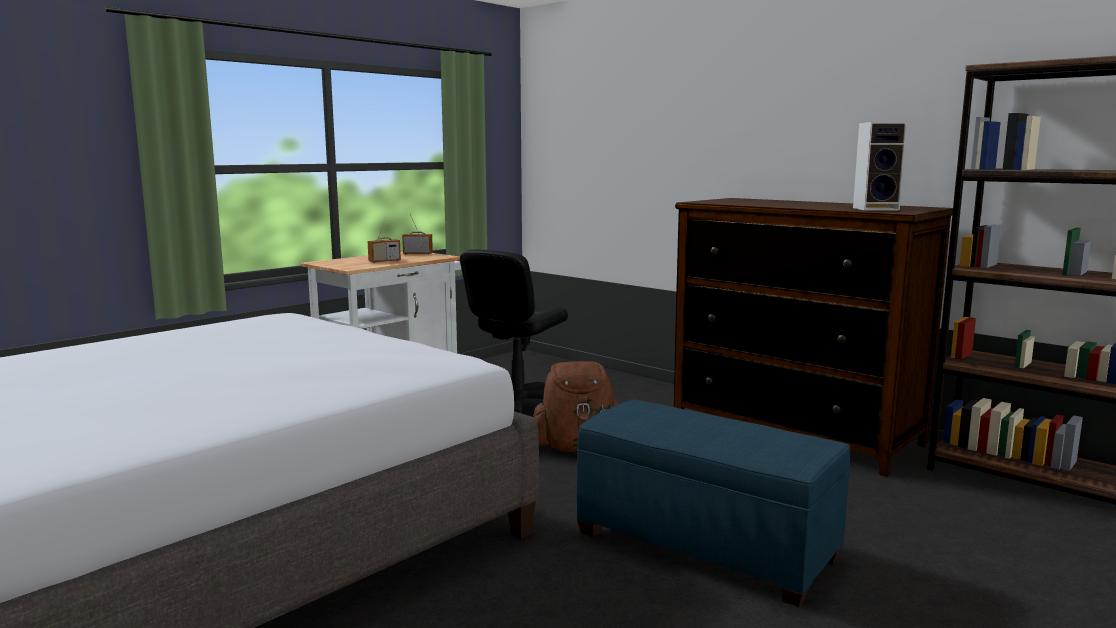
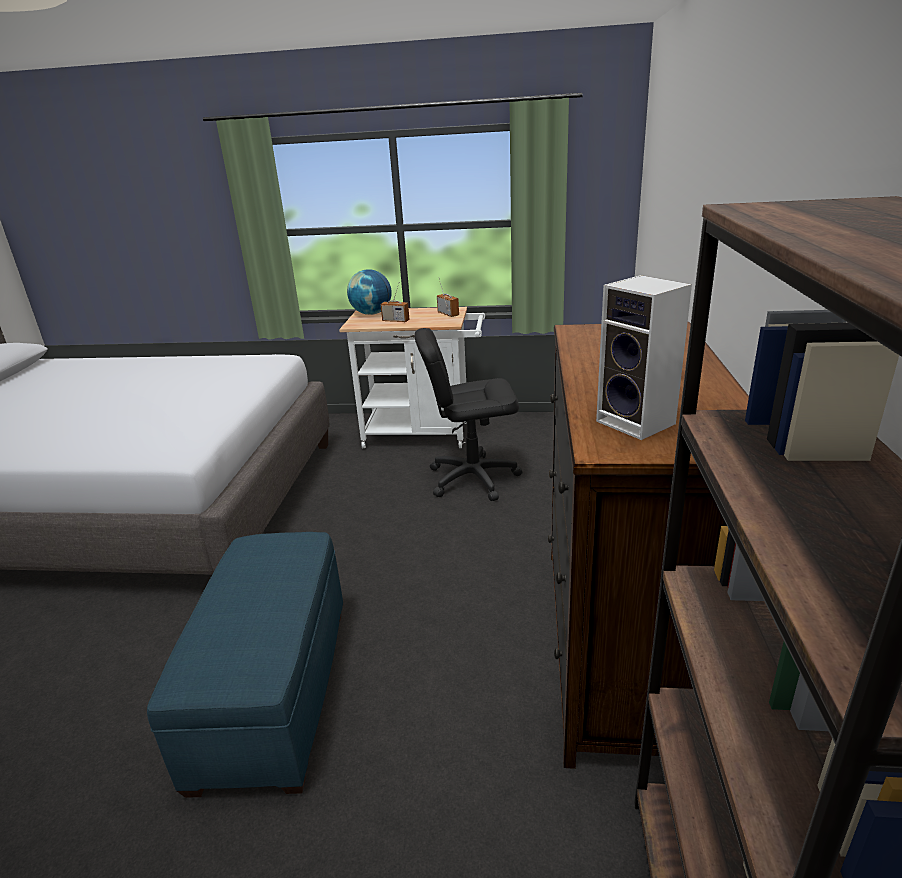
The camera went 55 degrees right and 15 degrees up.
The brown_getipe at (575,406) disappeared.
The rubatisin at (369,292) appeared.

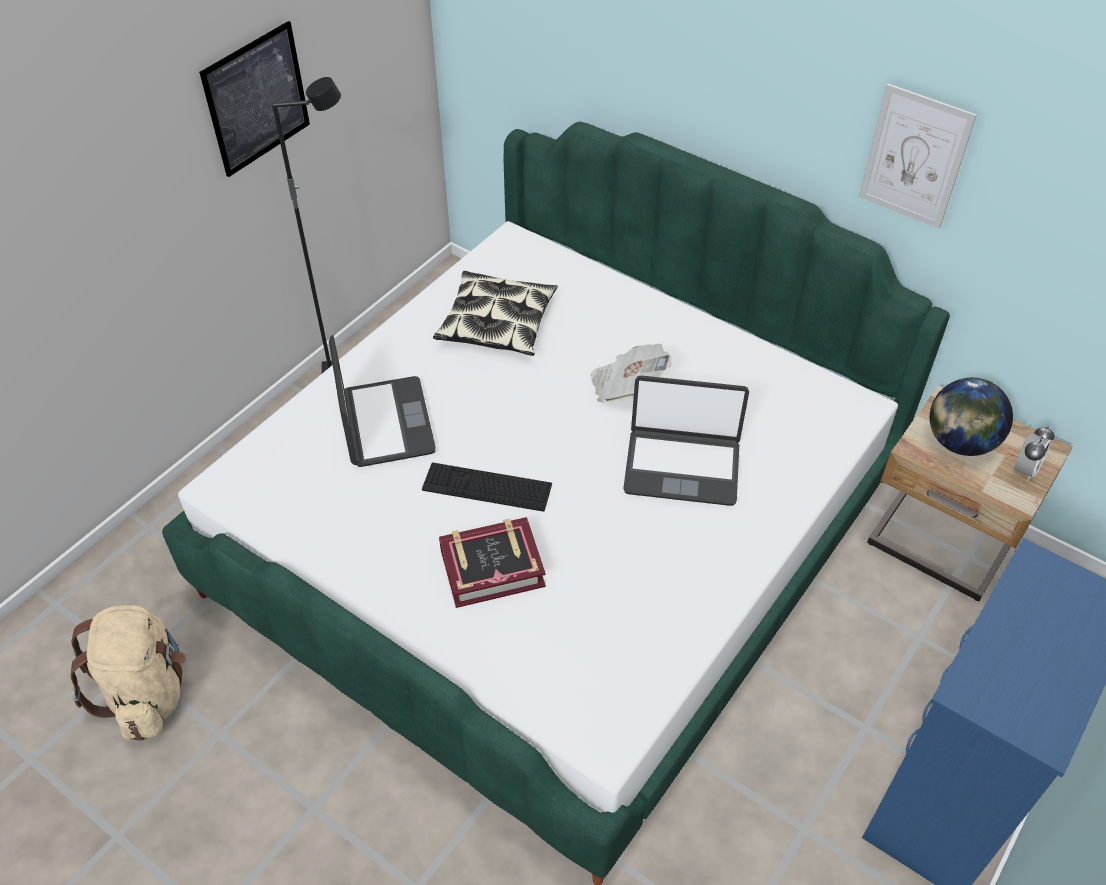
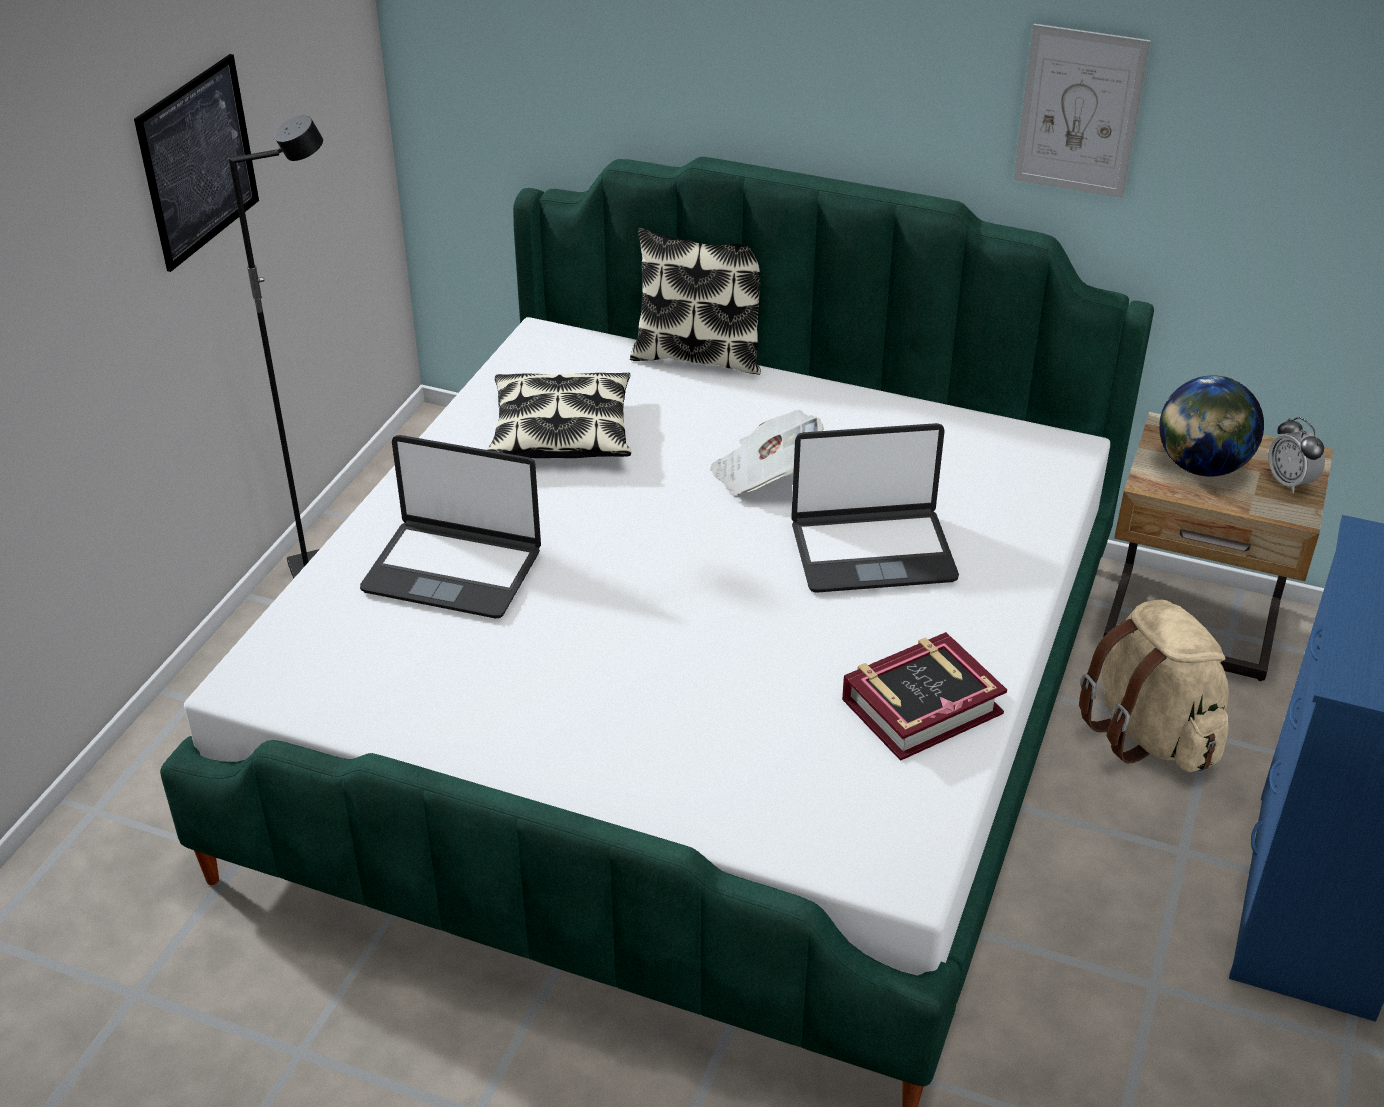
The camera went 15 degrees left and 10 degrees down.
The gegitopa at (382,401) turned 135 degrees clockwise.
The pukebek at (1034,453) turned 135 degrees clockwise.
The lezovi at (487,487) disappeared.
The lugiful moved from (492,562) to (924,696).
The beige_getipe moved from (128,673) to (1154,686).
The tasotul at (695,301) appeared.

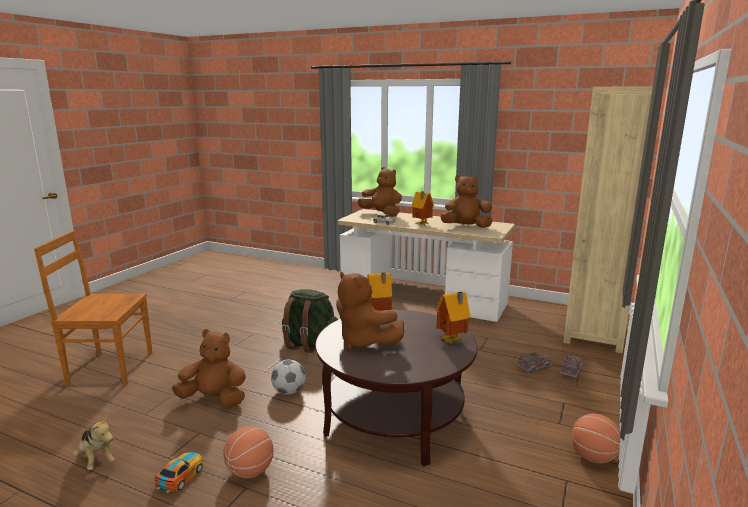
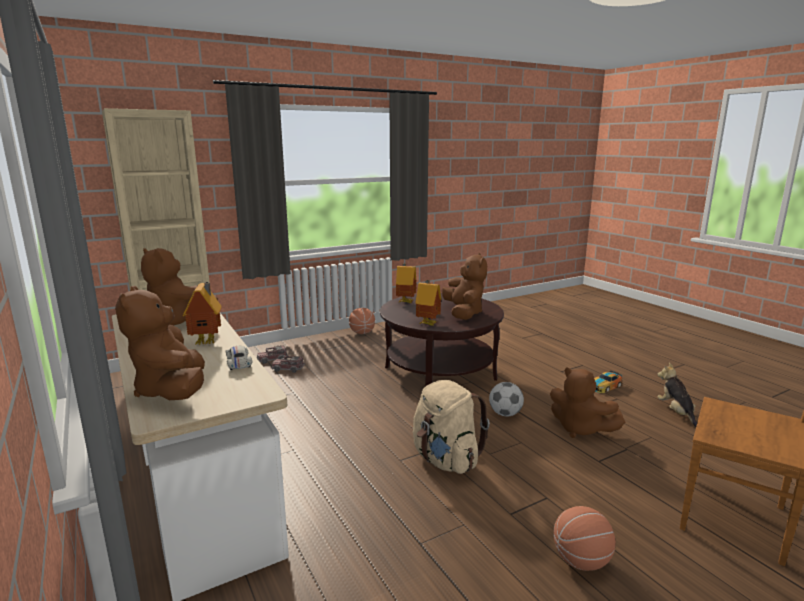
The camera went 145 degrees left and 0 degrees up.
The green_getipe at (310,321) became the beige_getipe at (451,427).
The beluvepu moved from (248,452) to (584,538).

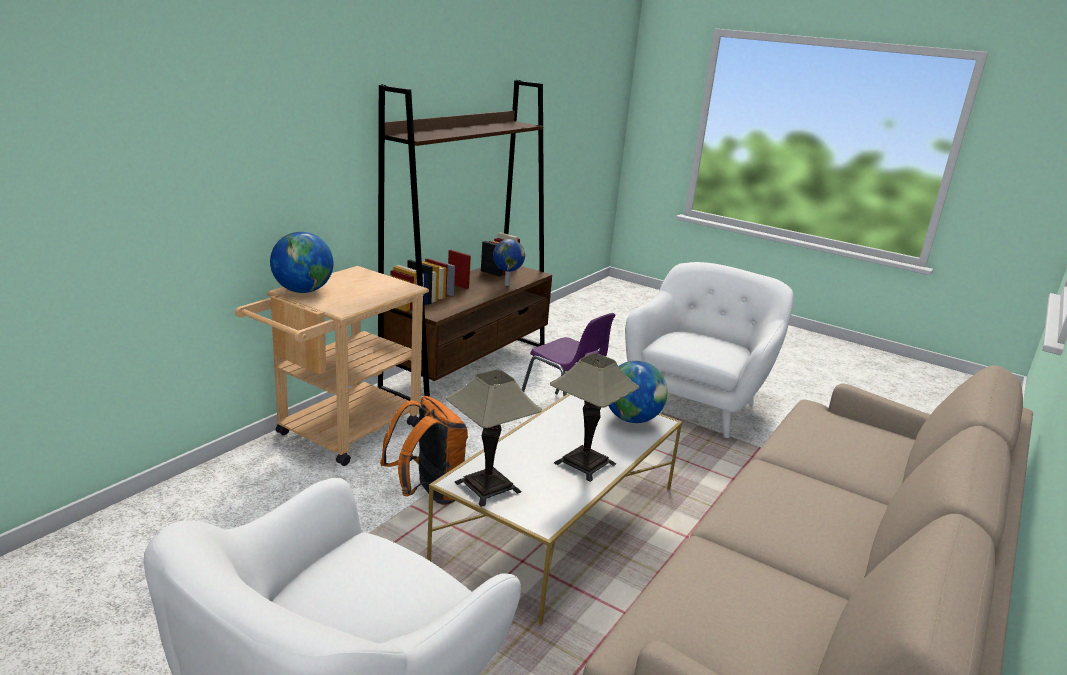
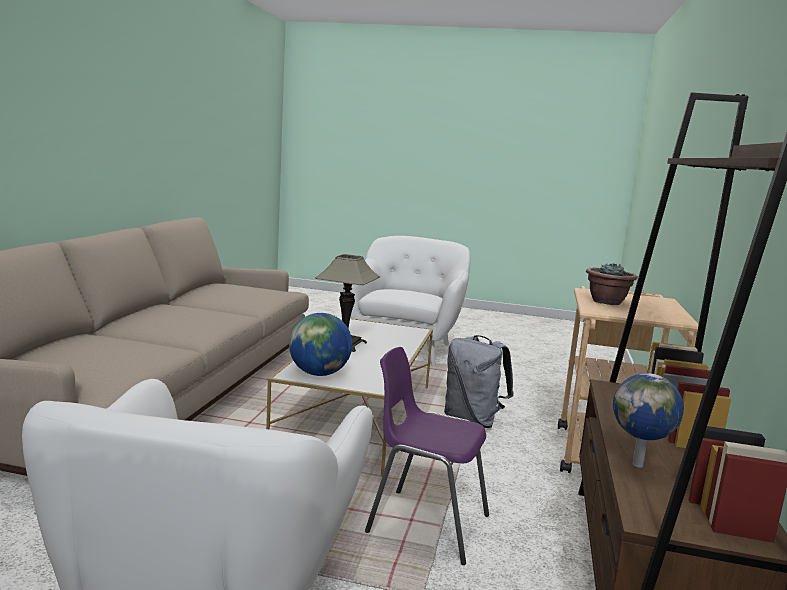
The camera went 160 degrees right and 10 degrees down.
The rubatisin at (301,262) disappeared.
The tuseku at (494,438) disappeared.
The orange_getipe at (424,450) became the grey_getipe at (479,381).
The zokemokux at (612,283) appeared.

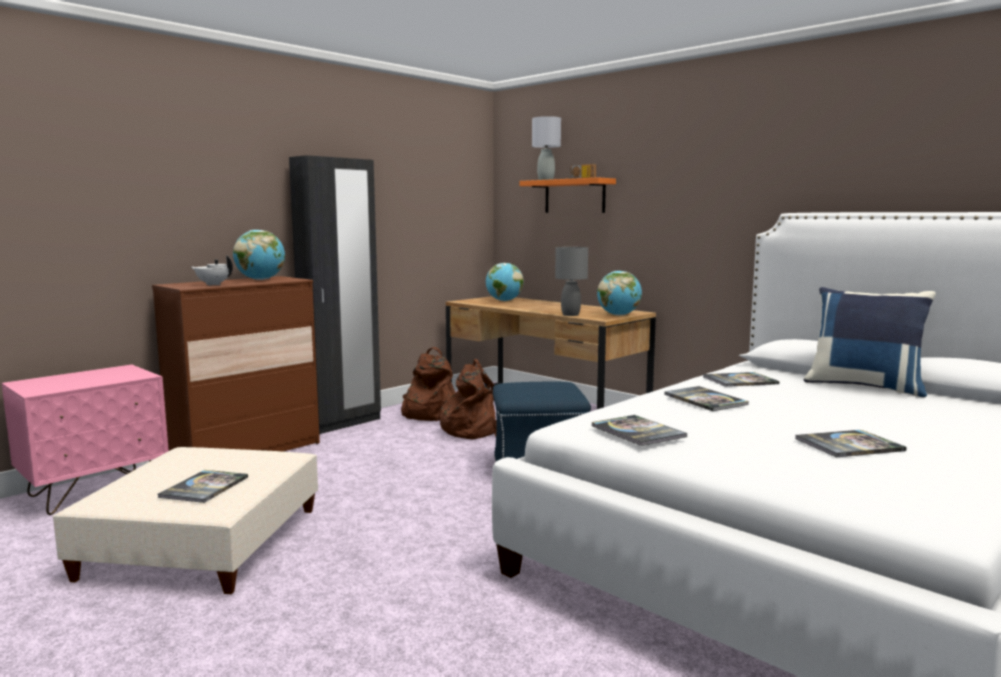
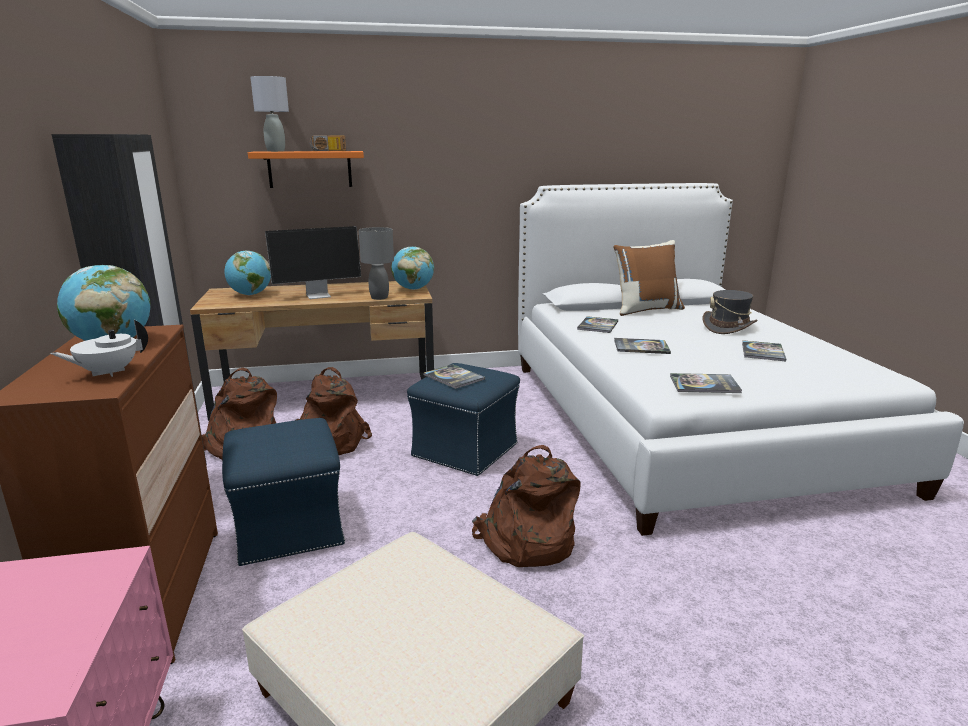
The camera went 55 degrees left and 10 degrees up.
The blue_tasotul at (870,342) became the brown_tasotul at (649,278).
The lugiful moved from (202,486) to (454,376).
The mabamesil at (313,262) appeared.
The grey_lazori at (730,312) appeared.
The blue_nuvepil at (283,492) appeared.
The brown_getipe at (526,506) appeared.

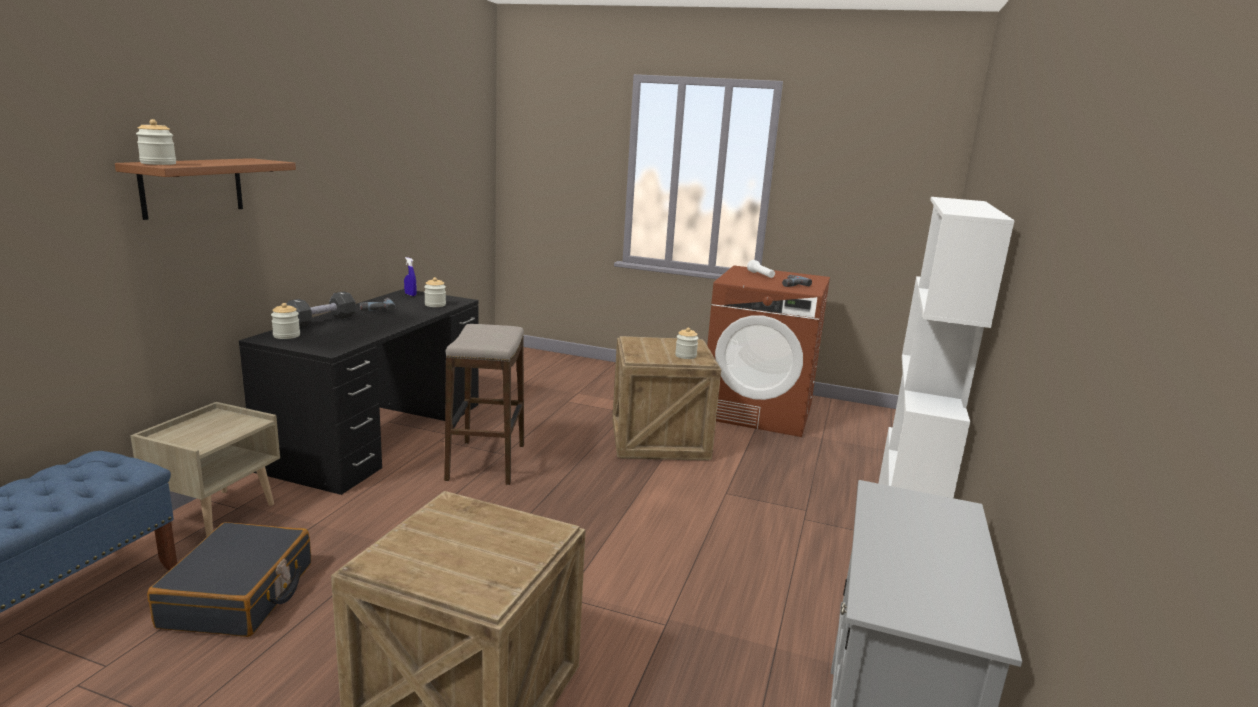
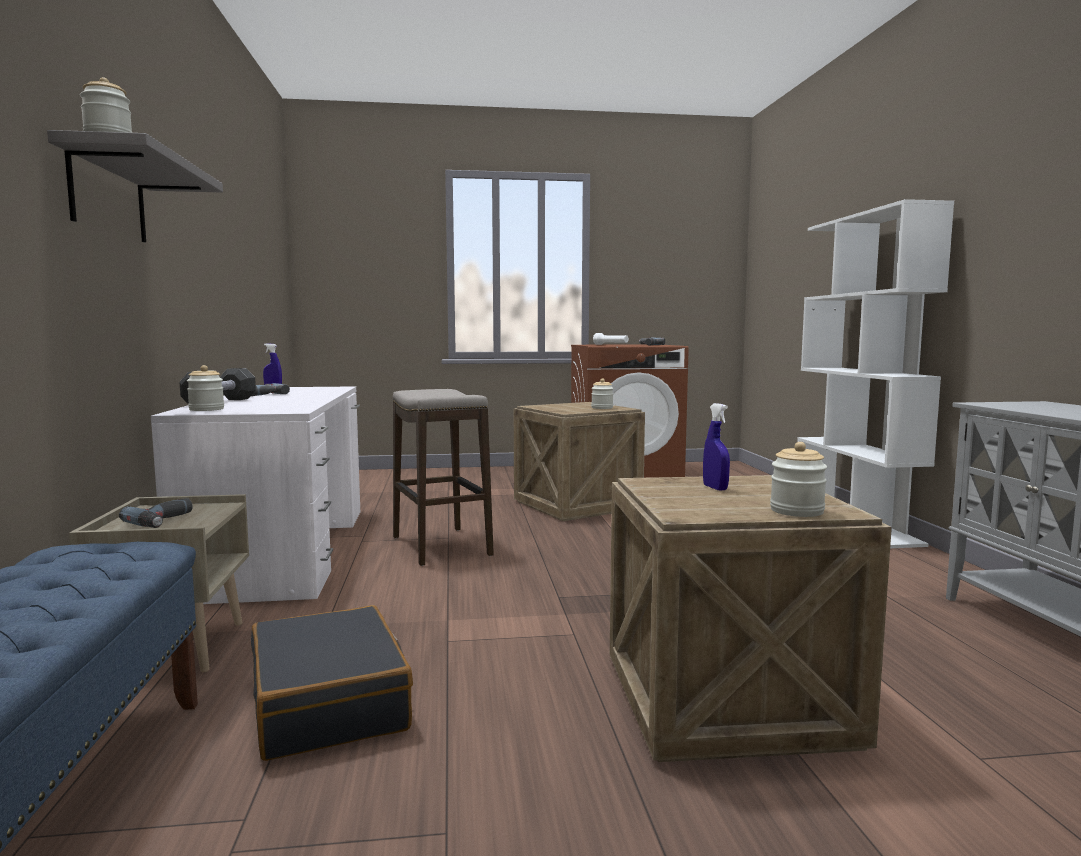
The camera went 25 degrees left and 10 degrees down.
The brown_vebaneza at (205,189) became the grey_vebaneza at (135,186).
The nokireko moved from (435,292) to (798,479).
The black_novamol at (359,392) became the white_novamol at (255,495).
The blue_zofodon at (716,446) appeared.
The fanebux at (156,513) appeared.

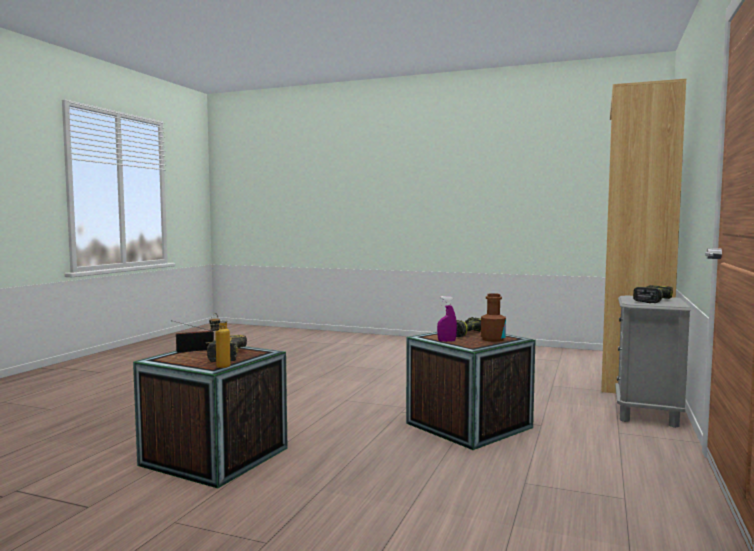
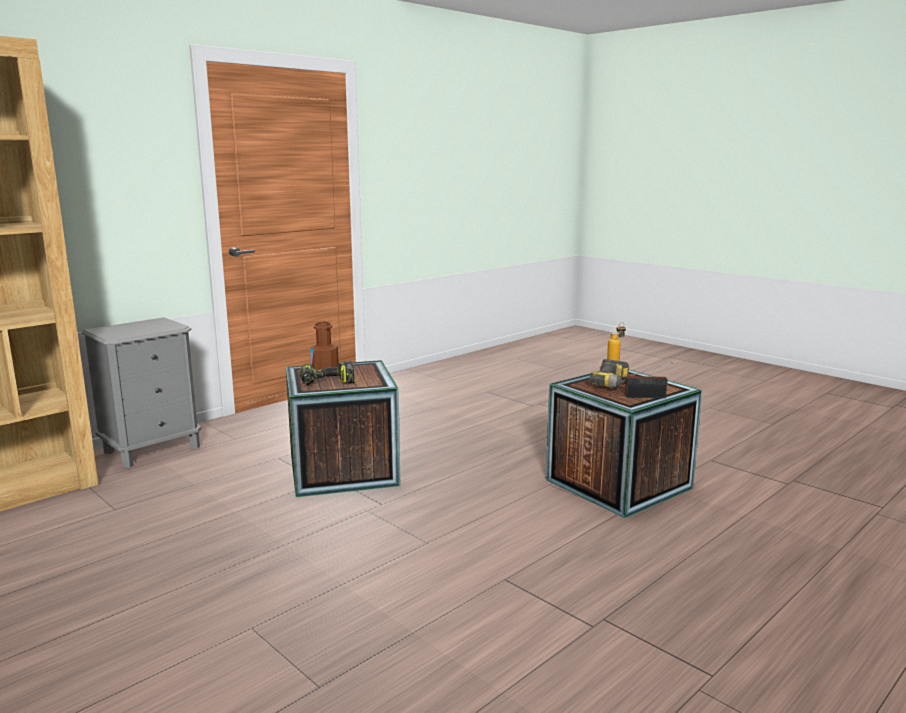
The camera went 155 degrees left and 10 degrees up.
The fanebux at (653,294) disappeared.
The purple_zofodon at (447,319) disappeared.

